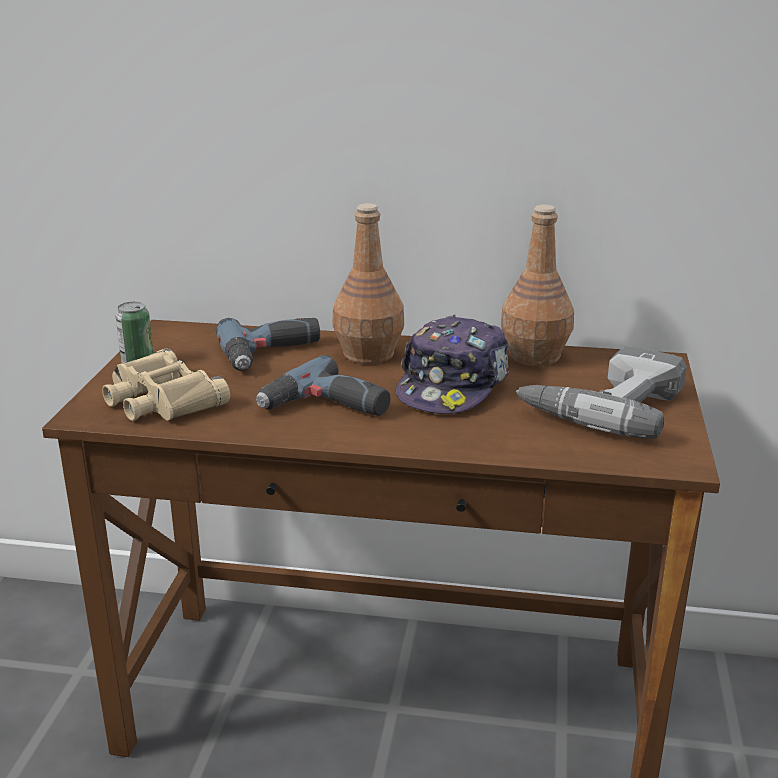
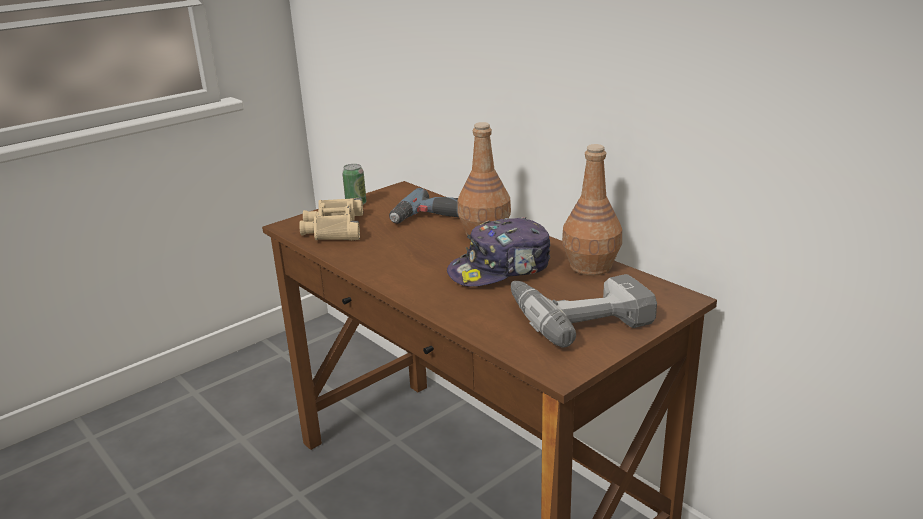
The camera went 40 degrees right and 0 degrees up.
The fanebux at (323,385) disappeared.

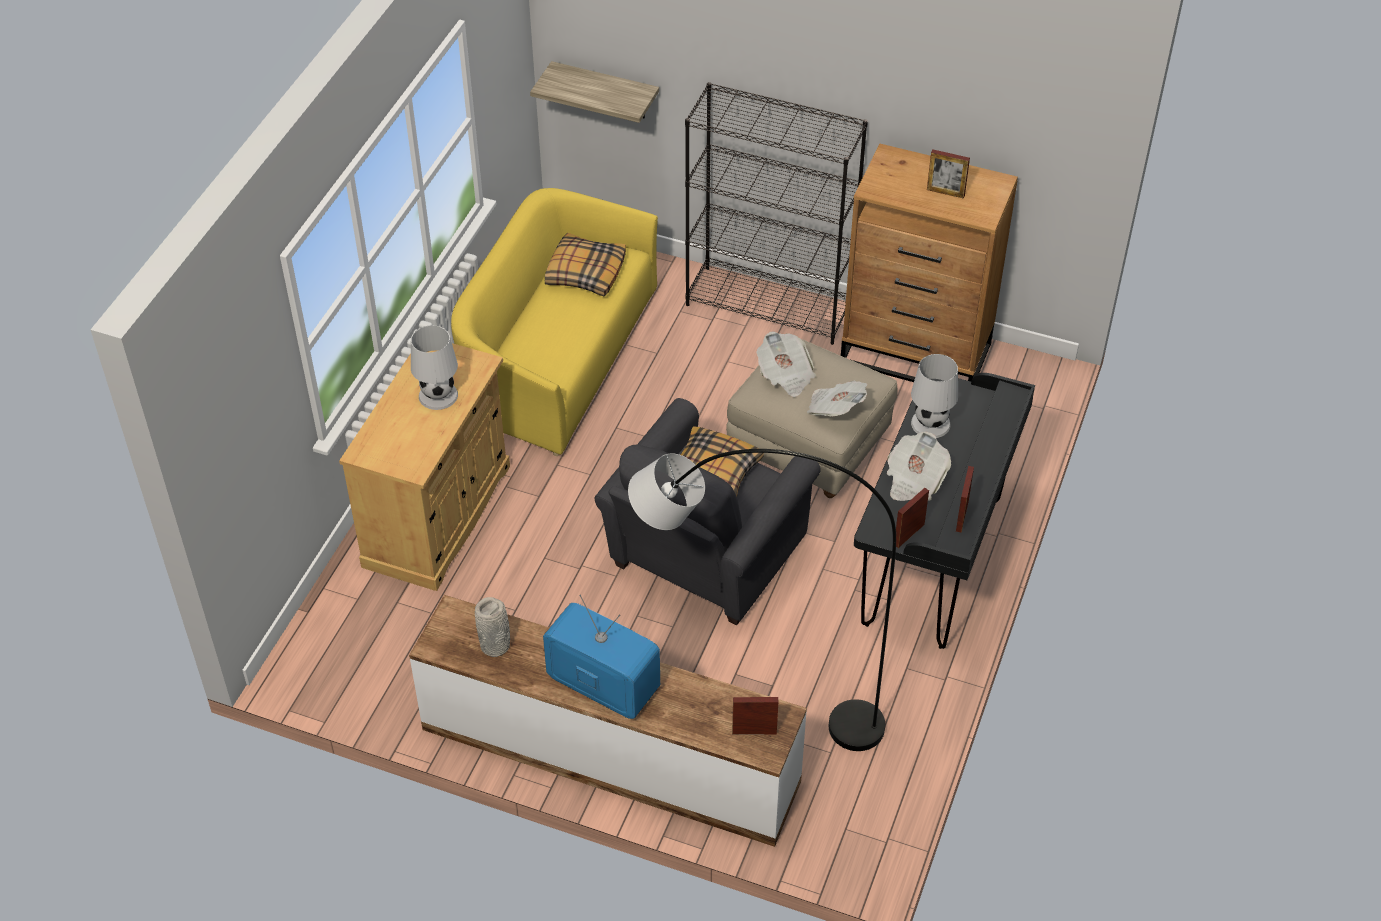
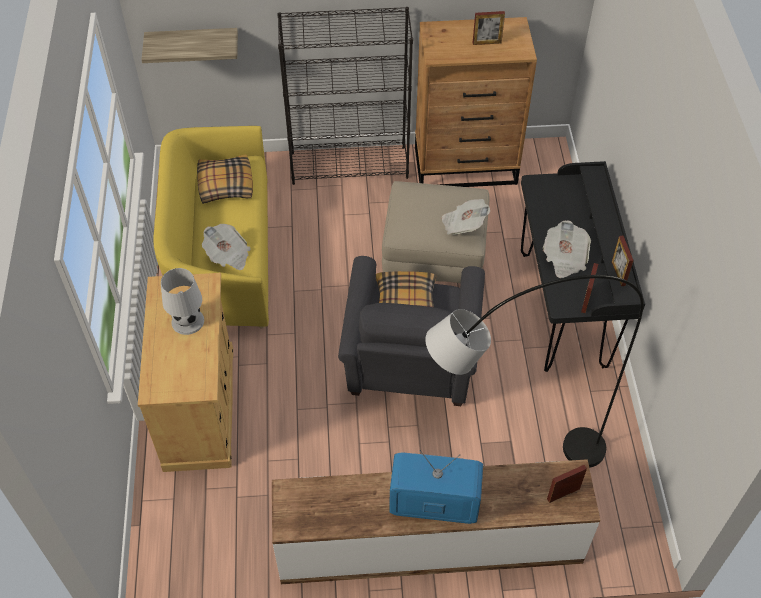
The camera went 25 degrees left and 5 degrees up.
The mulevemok moved from (786,364) to (226,247).
The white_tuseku at (934,396) disappeared.
The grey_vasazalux at (492,627) disappeared.

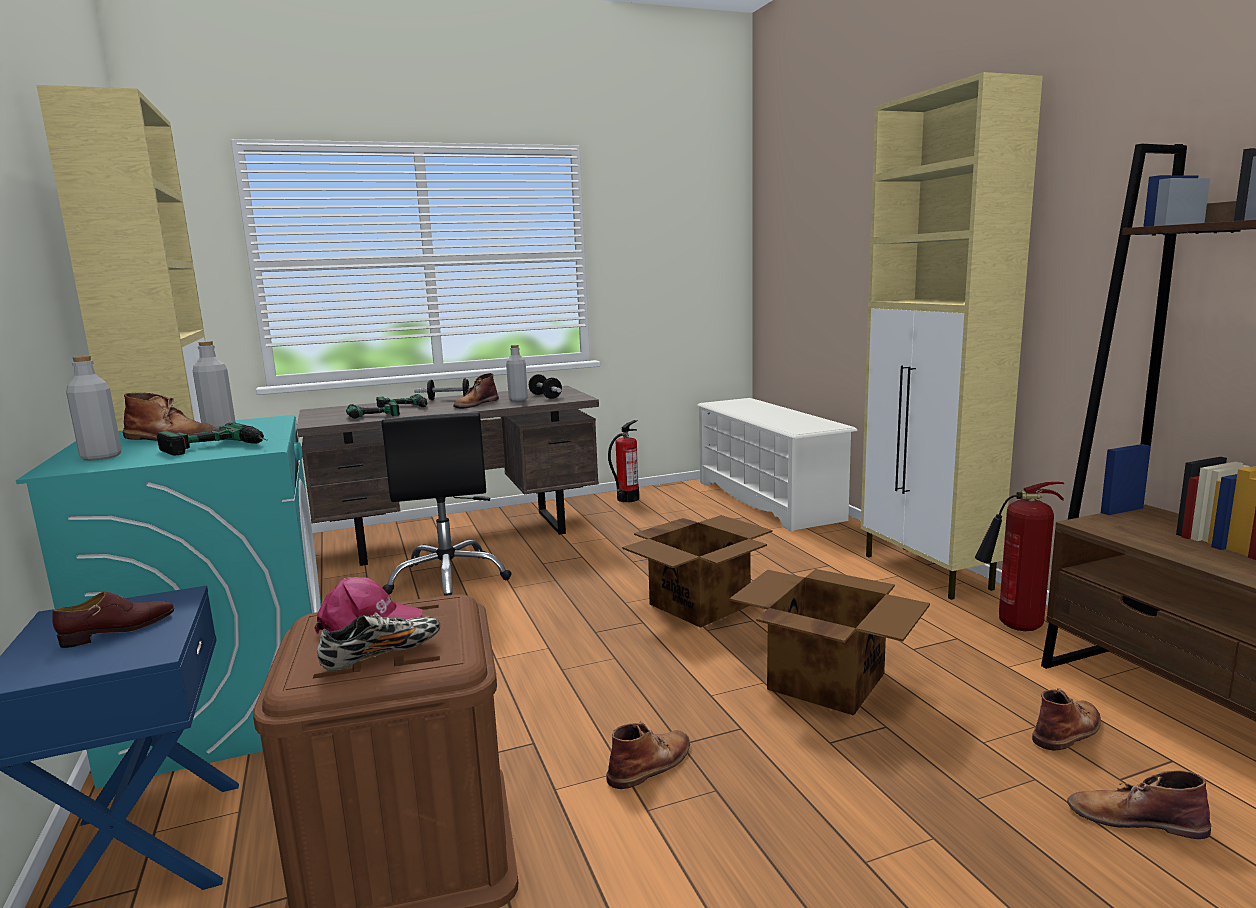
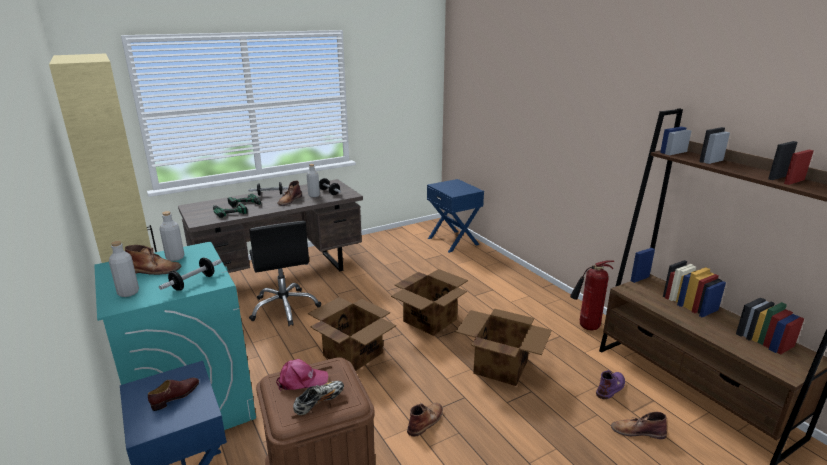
The camera went 10 degrees left and 10 degrees up.
The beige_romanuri at (952,336) disappeared.
The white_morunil at (777,465) was replaced by the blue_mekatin at (455,216).
The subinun at (623,461) disappeared.
The fanebux at (212,439) was replaced by the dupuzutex at (190,274).
The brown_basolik at (1066,719) became the purple_basolik at (610,384).
The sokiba at (352,334) appeared.

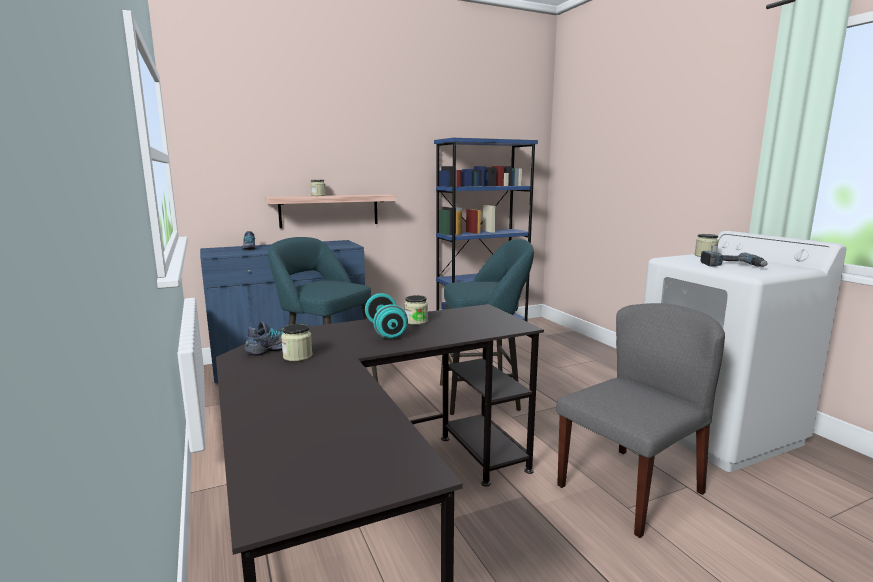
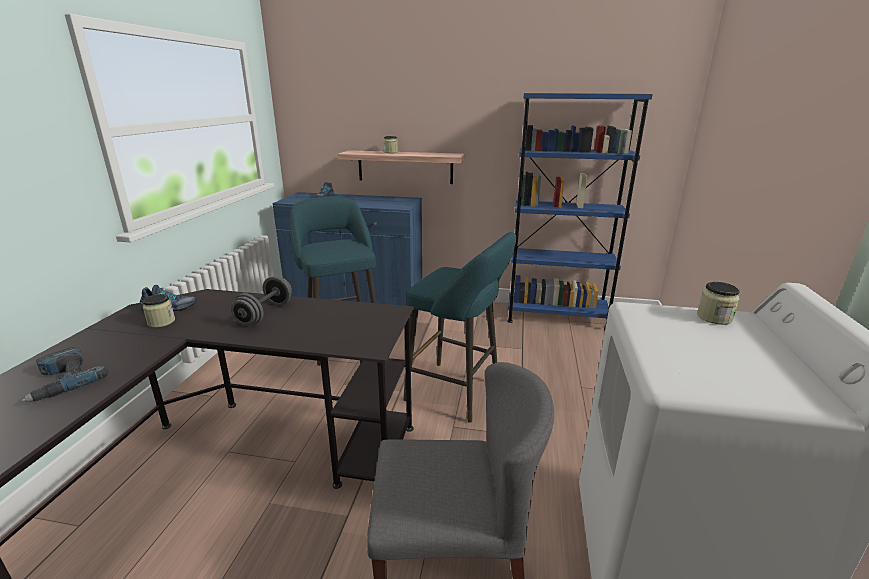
The camera went 35 degrees right and 10 degrees up.
The fanebux moved from (734,259) to (65,374).
The turquoise_dupuzutex at (386,316) became the grey_dupuzutex at (261,300).
The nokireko at (416,310) disappeared.

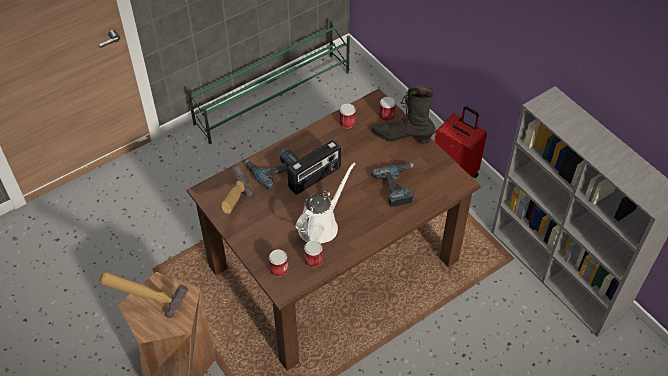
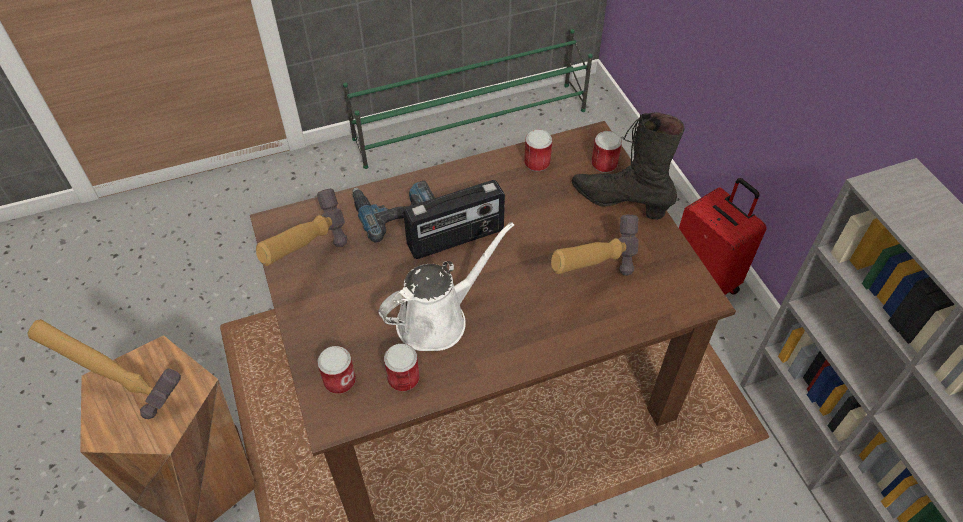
The camera went 15 degrees right and 0 degrees up.
The fanebux at (393,185) was replaced by the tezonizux at (595,245).

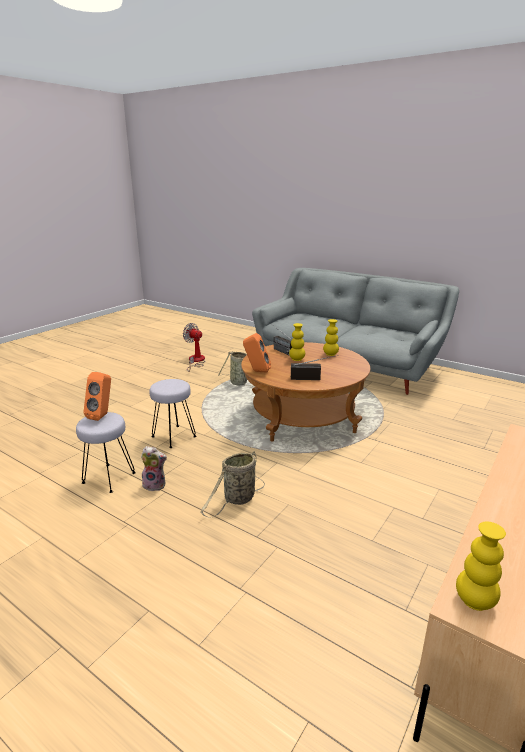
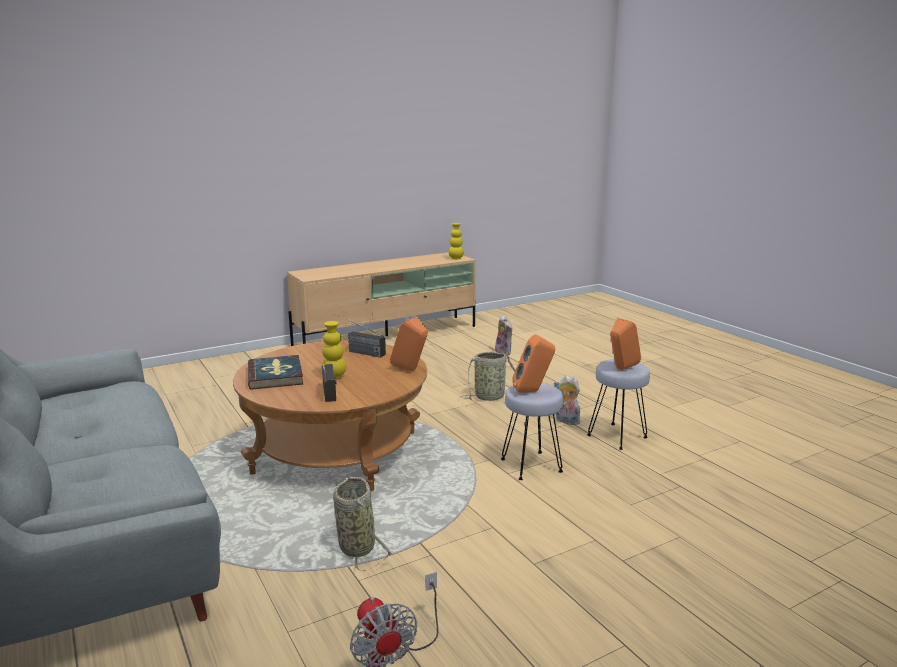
The camera went 155 degrees left and 5 degrees down.
The yellow_vasazalux at (331,337) was replaced by the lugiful at (275,372).
The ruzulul at (503,335) appeared.
The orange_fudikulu at (533,363) appeared.

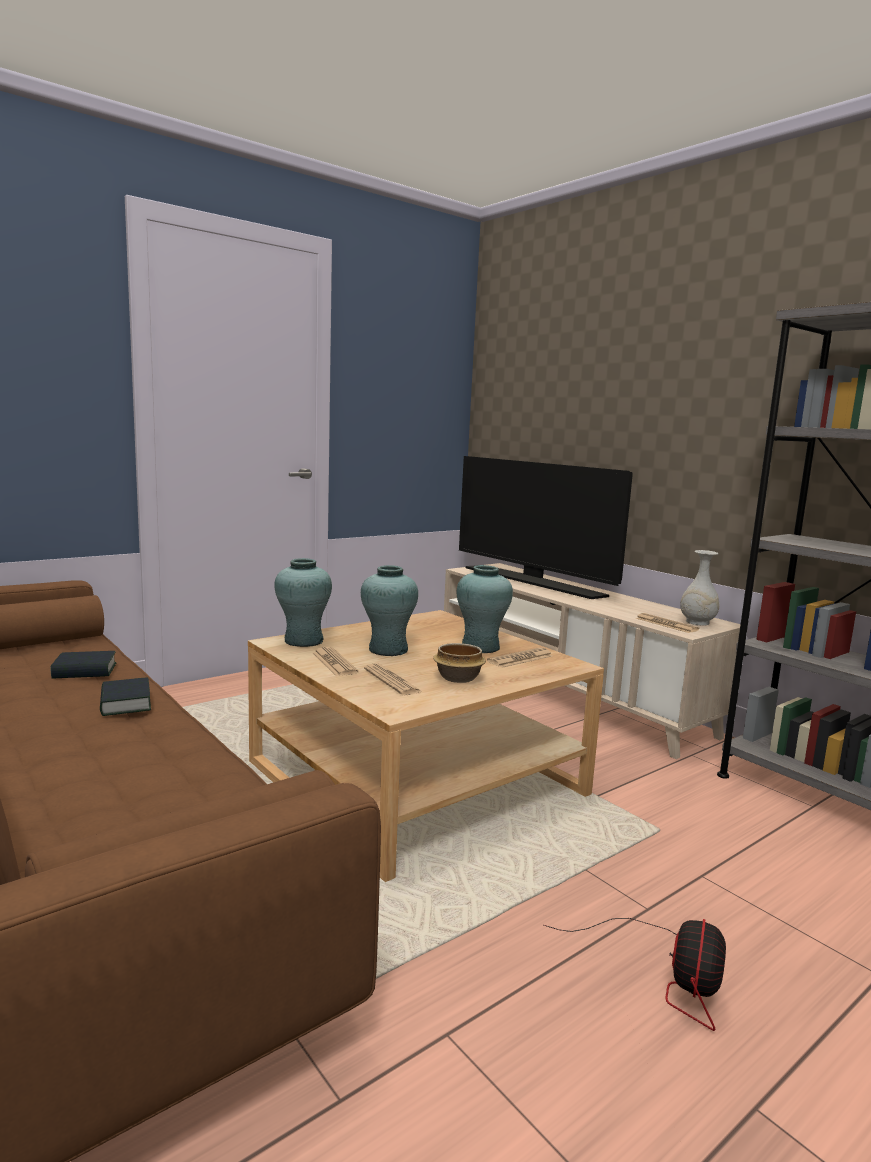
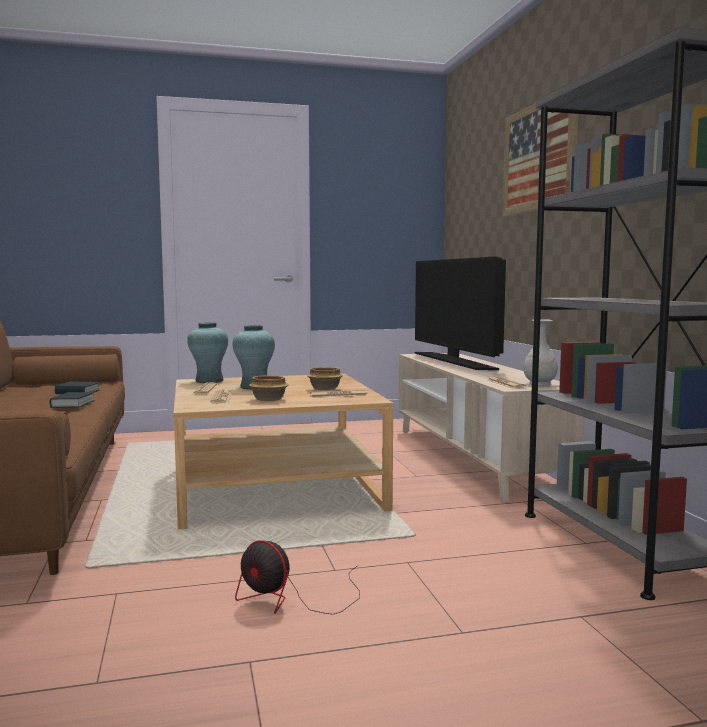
The camera went 25 degrees right and 5 degrees down.
The turquoise_vasazalux at (485,609) was replaced by the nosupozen at (325,378).
The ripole at (635,974) turned 75 degrees clockwise.
The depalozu at (540,160) appeared.

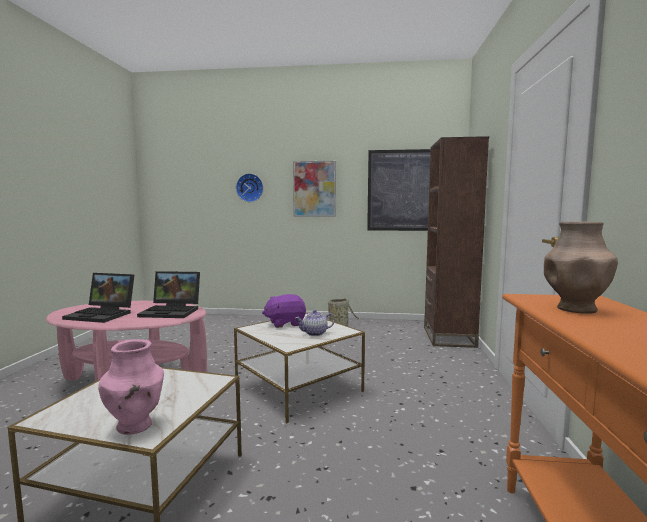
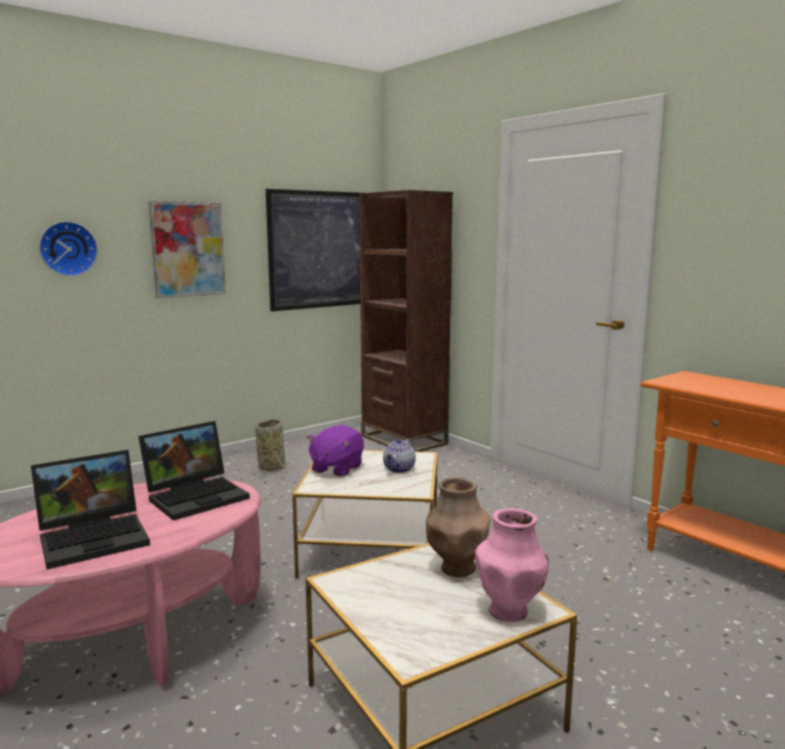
The camera went 45 degrees left and 5 degrees up.
The brown_vasazalux moved from (581,267) to (458,527).

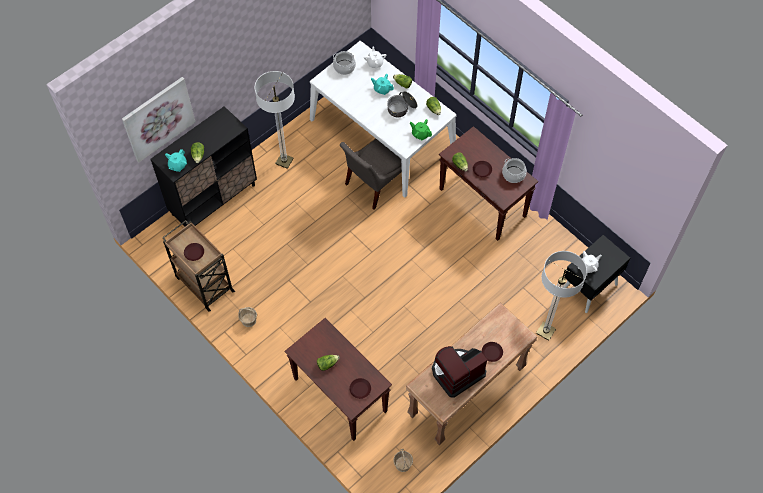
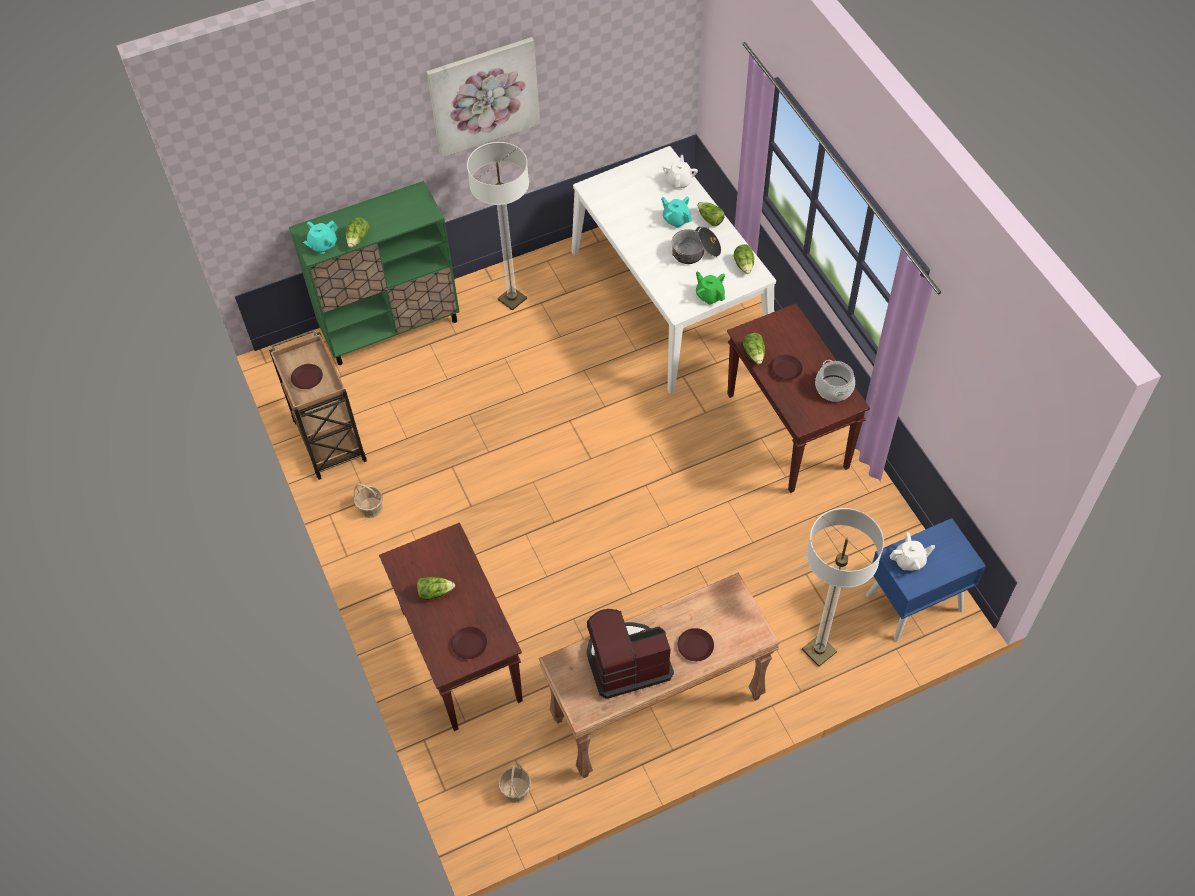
The camera went 20 degrees right and 5 degrees down.
The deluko at (344,63) disappeared.
The depalozu moved from (158,120) to (483,97).
The black_romanuri at (203,166) became the green_romanuri at (374,273).
The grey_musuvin at (371,174) disappeared.
The black_mekatin at (597,274) became the blue_mekatin at (926,580).

